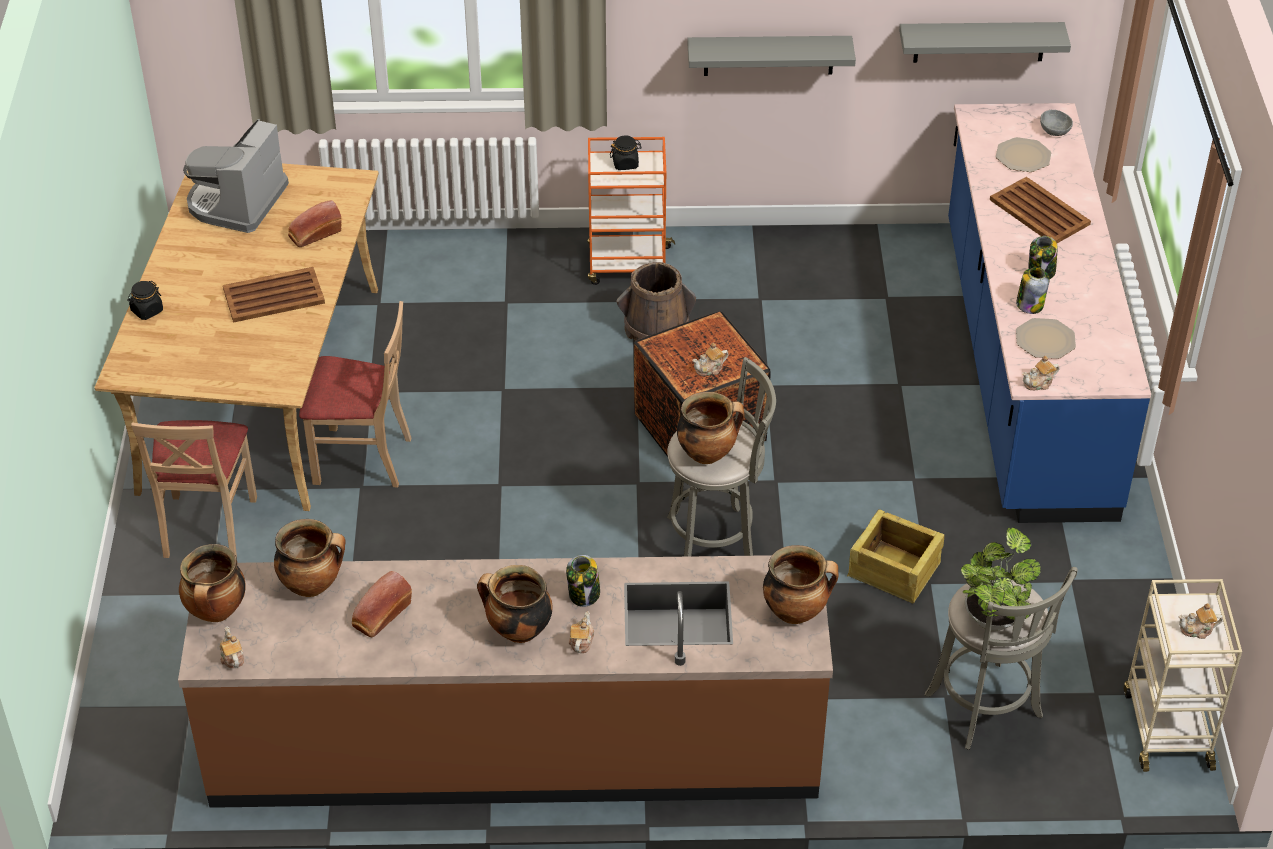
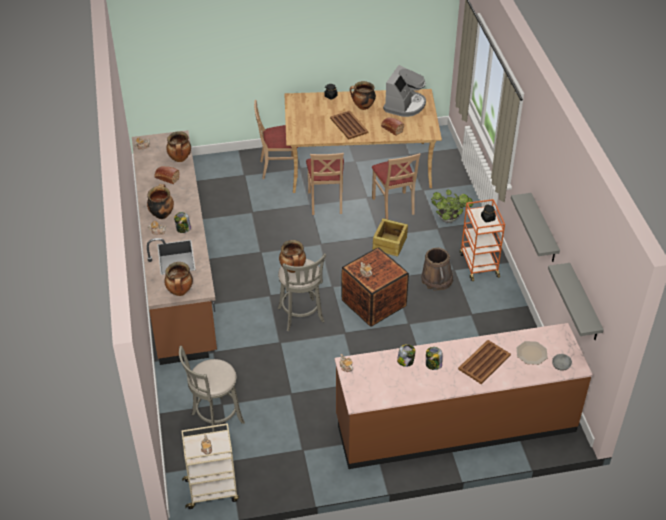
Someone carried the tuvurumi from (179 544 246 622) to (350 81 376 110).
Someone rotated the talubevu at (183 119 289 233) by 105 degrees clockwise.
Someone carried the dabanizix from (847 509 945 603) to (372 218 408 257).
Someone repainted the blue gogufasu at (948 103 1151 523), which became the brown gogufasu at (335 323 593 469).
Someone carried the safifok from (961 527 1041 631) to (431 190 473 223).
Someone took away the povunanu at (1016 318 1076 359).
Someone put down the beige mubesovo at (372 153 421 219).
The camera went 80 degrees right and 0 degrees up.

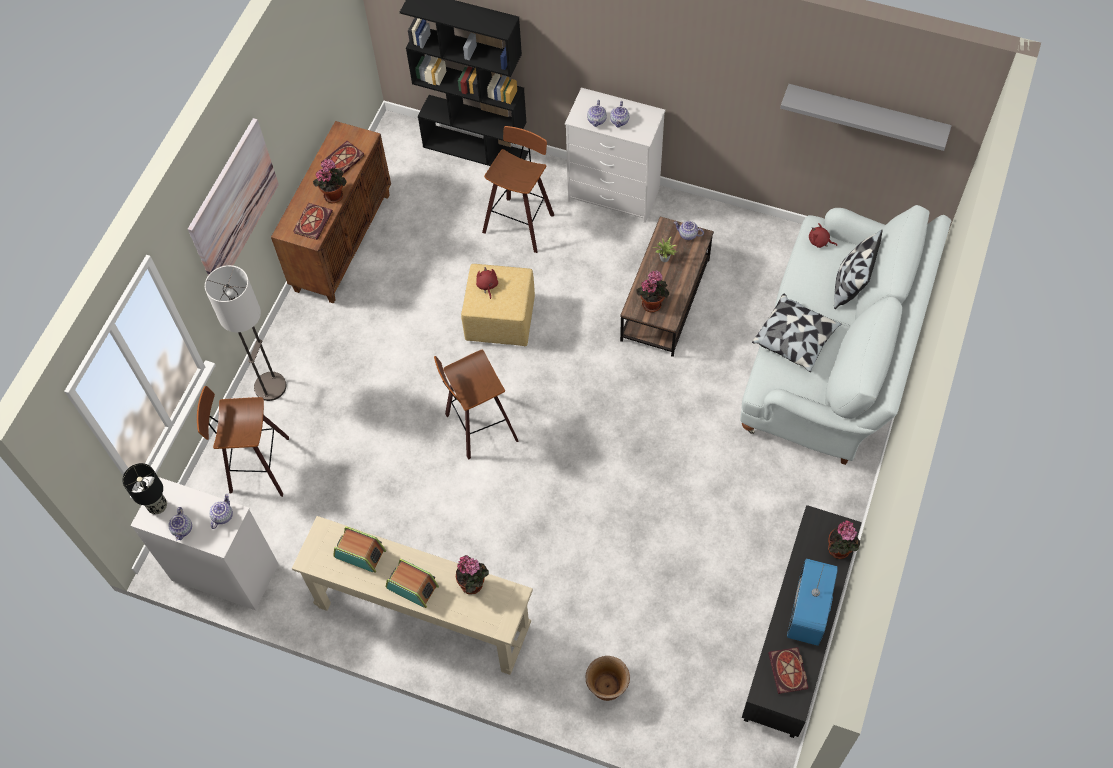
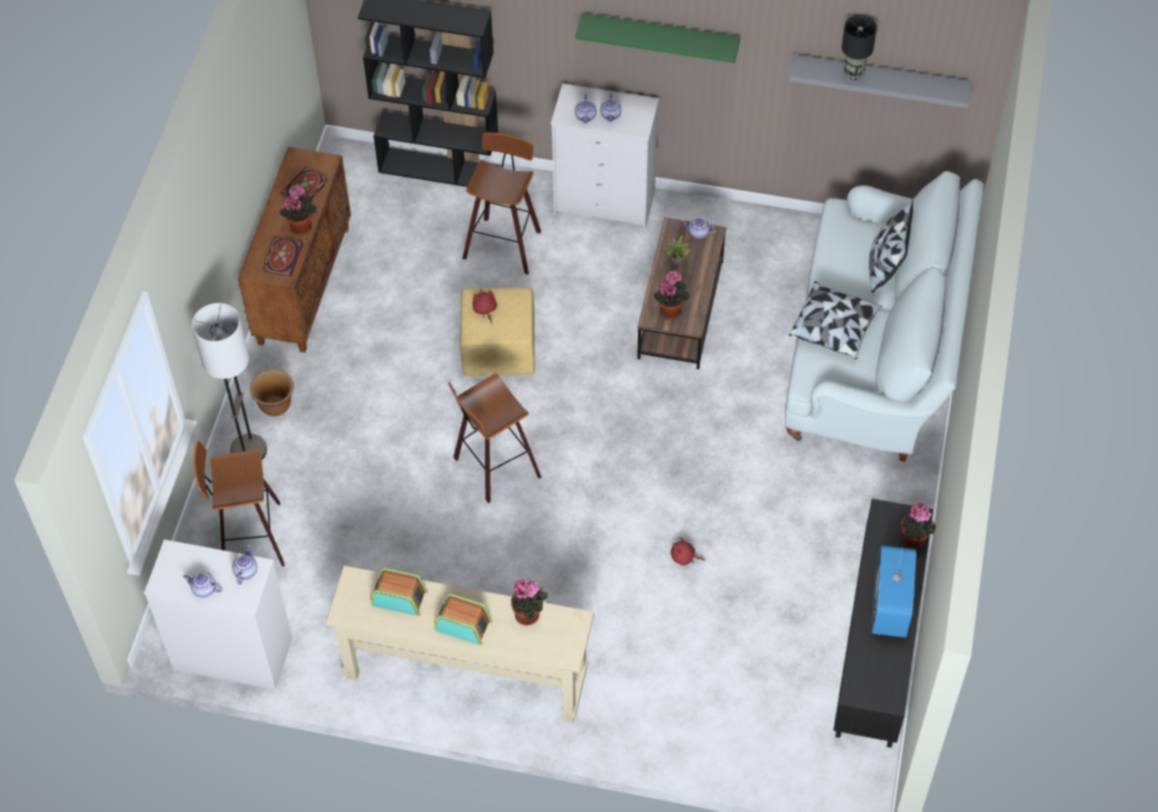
Someone carried the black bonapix from (122 463 167 514) to (842 15 877 80).
Someone rotated the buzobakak at (168 507 192 540) by 120 degrees clockwise.
Someone took away the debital at (188 118 279 275).
Someone carried the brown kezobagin from (585 656 630 701) to (250 369 294 417).
Someone took away the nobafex at (768 647 808 694).
Someone carried the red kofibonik from (809 223 837 248) to (671 538 705 566).
Someone put up the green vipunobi at (575 13 740 63).
The camera went 10 degrees left and 5 degrees down.

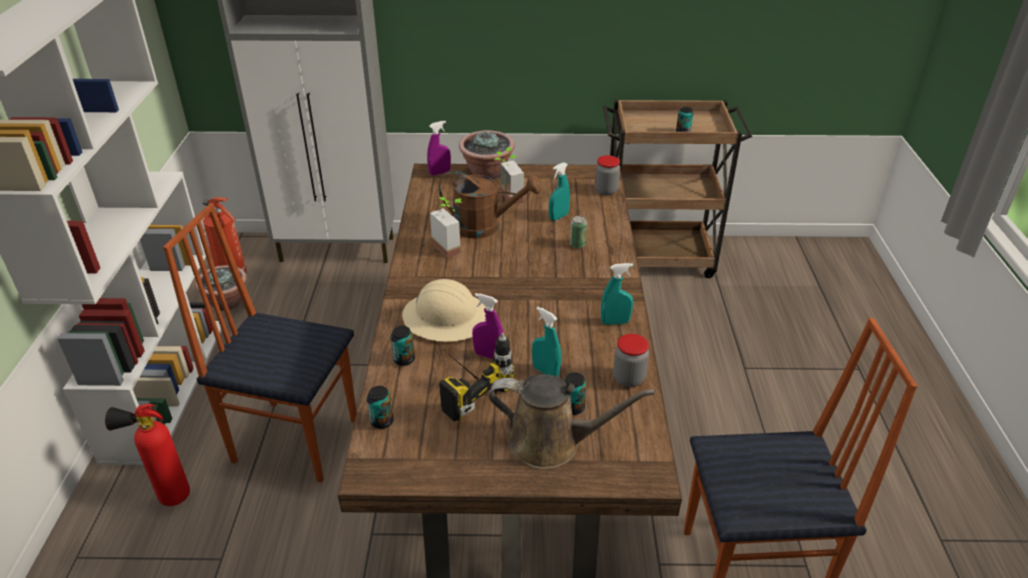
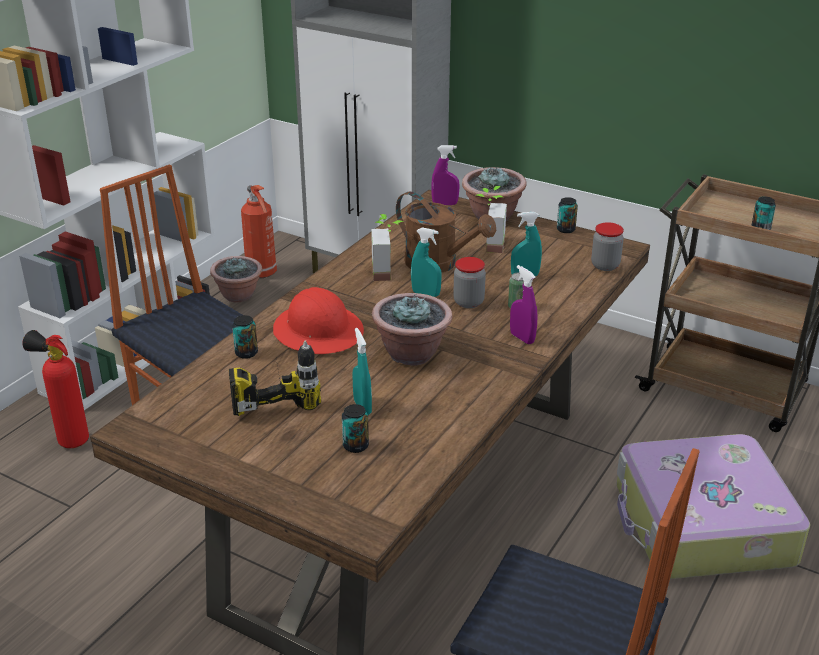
Someone carried the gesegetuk from (367 386 394 429) to (557 197 578 233).
Someone repainted the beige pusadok at (402 279 486 342), which became the red pusadok at (273 287 364 354).
Someone carried the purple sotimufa from (472 293 503 359) to (510 265 537 344).
Someone took away the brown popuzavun at (488 374 655 469).
Someone carried the turquoise sotimufa from (601 263 633 325) to (411 228 442 297).
Someone carried the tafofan from (613 334 649 387) to (453 257 486 308).
Someone put down the safifok at (372 293 453 366).
Someone put down the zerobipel at (616 434 810 579).
The camera went 30 degrees right and 5 degrees down.

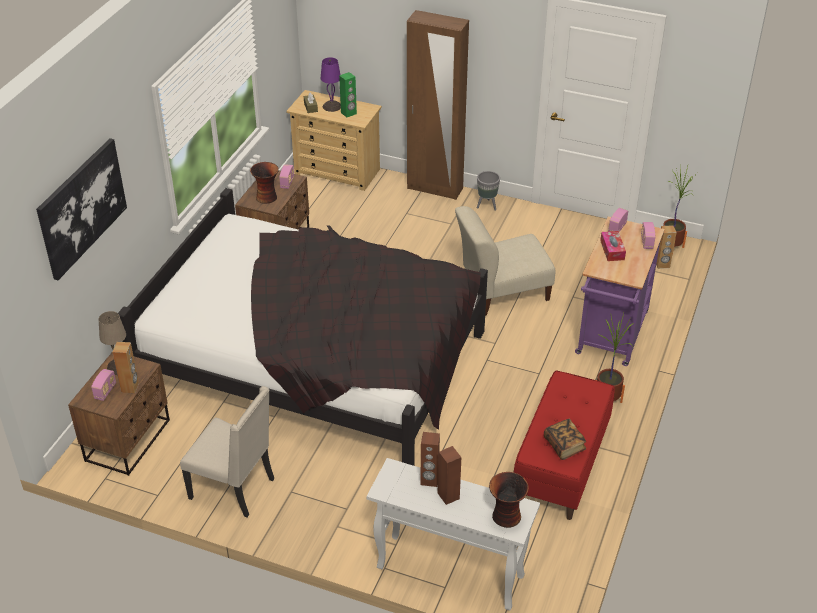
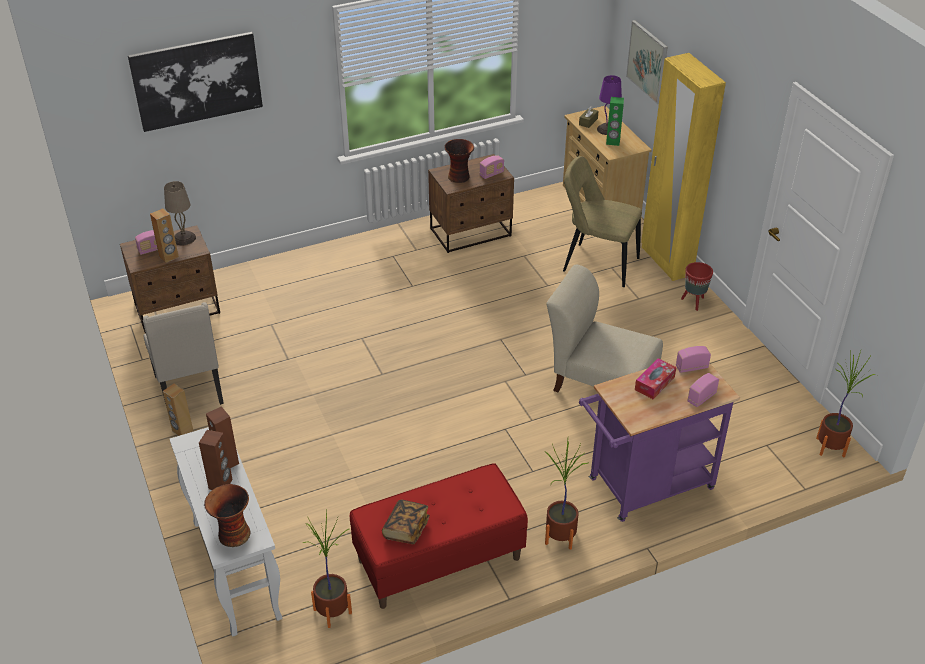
Someone took away the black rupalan at (118 188 488 466).
Someone repainted the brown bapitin at (407 10 469 200), which became the yellow bapitin at (641 53 726 281).
Someone repainted the grey kezobagin at (477 171 500 210), which became the red kezobagin at (681 262 713 311).
Someone carried the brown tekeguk from (656 225 677 269) to (163 383 193 436).
Someone put down the safifok at (302 511 352 628).
Someone put down the beige mubesovo at (563 156 642 287).
Someone put up the debital at (626 20 668 104).
The camera went 45 degrees right and 0 degrees up.

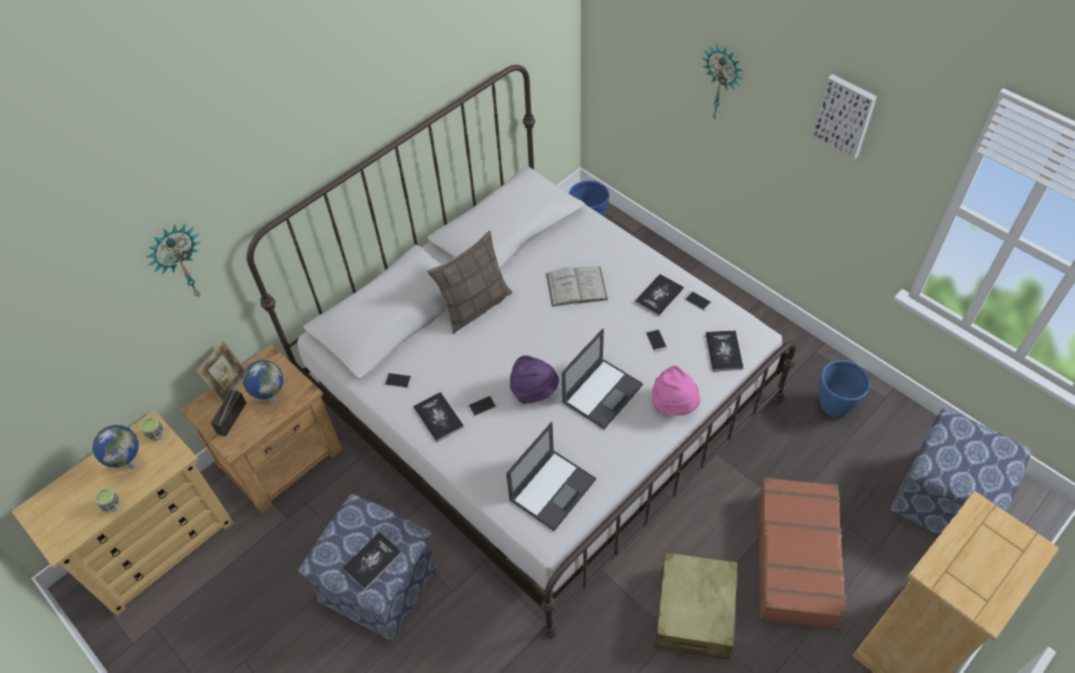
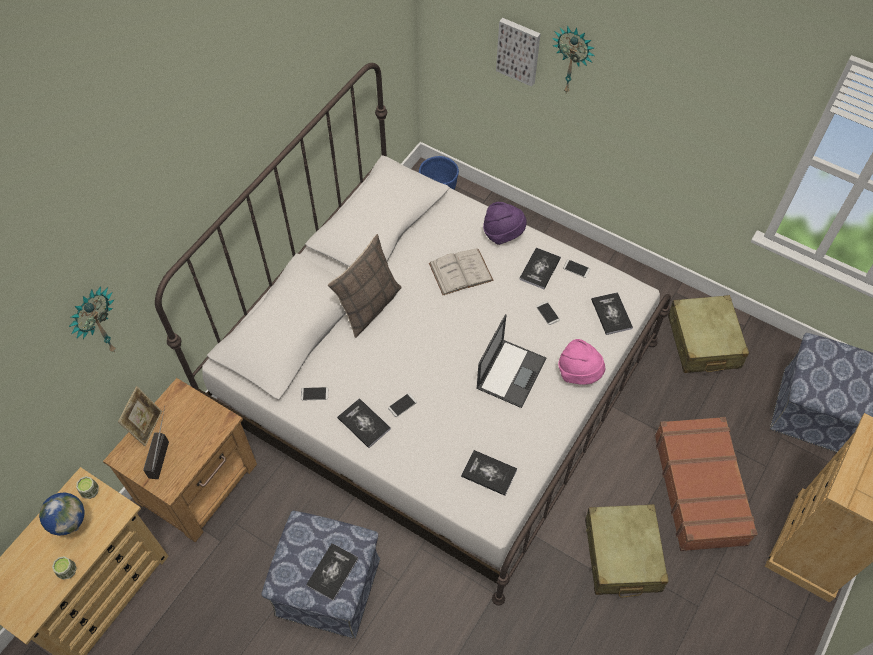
Someone took away the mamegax at (243 360 283 403).
Someone swapped the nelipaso at (506 422 596 531) for the nobafex at (461 450 517 496).
Someone carried the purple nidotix from (510 355 559 404) to (483 202 527 245).
Someone carried the debital from (812 74 877 160) to (496 18 541 87).
Someone swapped the blue kezobagin at (819 360 870 417) for the beige zerobipel at (668 295 749 373).
The camera went 15 degrees left and 5 degrees up.

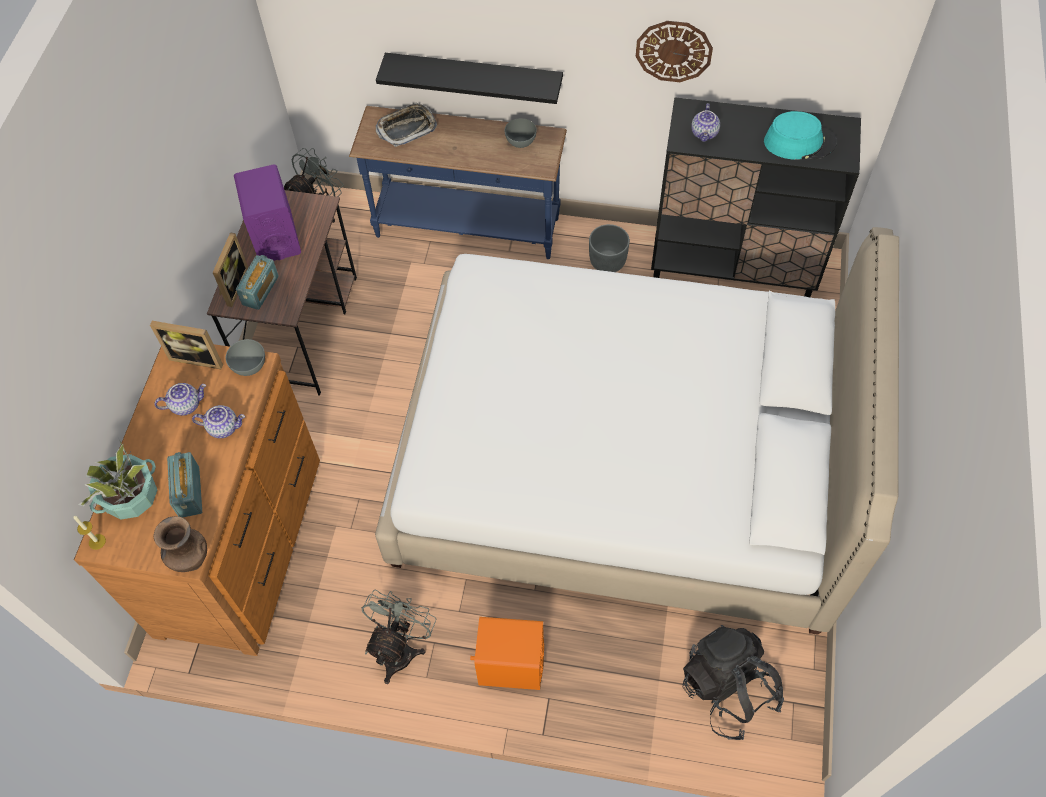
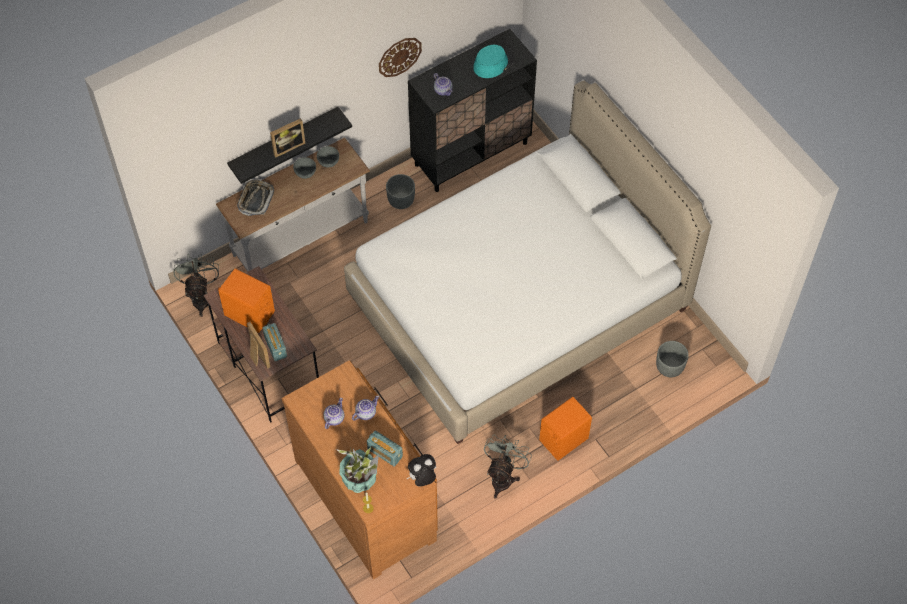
Someone carried the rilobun from (150 321 223 369) to (270 118 306 158).
Someone swapped the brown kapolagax at (154 516 207 572) for the kofibonik at (406 454 436 486).
Someone carried the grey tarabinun from (226 339 265 376) to (293 157 316 179).
Someone repainted the purple tekeguk at (234 164 301 261), which became the orange tekeguk at (218 268 275 333).
Someone repainted the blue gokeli at (349 106 567 259), which became the white gokeli at (216 138 370 272).
Someone rotated the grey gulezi at (361 590 437 684) by 45 degrees clockwise.
Someone swapped the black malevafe at (682 625 784 740) for the grey kezobagin at (656 341 689 377).
The camera went 45 degrees left and 0 degrees up.

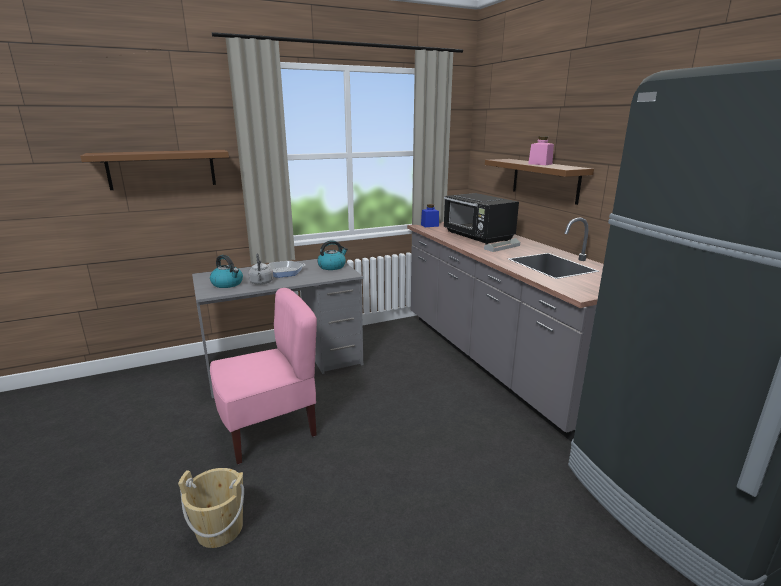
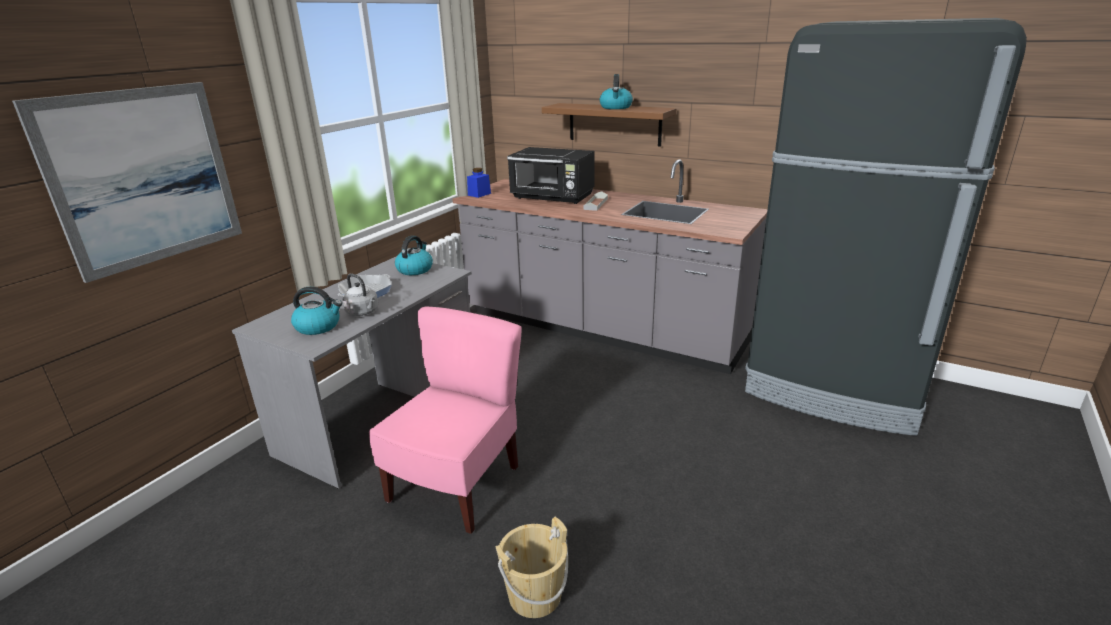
Someone swapped the brown vipunobi at (80 150 229 190) for the debital at (12 82 242 283).
Someone swapped the pink tafofan at (528 136 554 165) for the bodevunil at (600 74 633 109).
The camera went 35 degrees left and 5 degrees up.

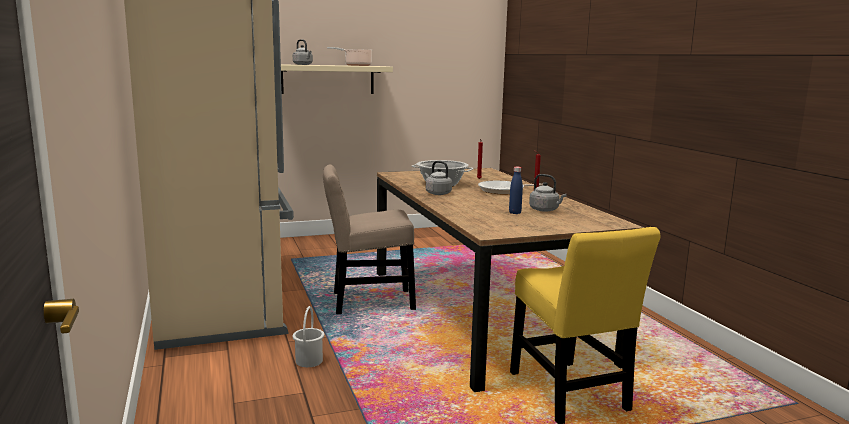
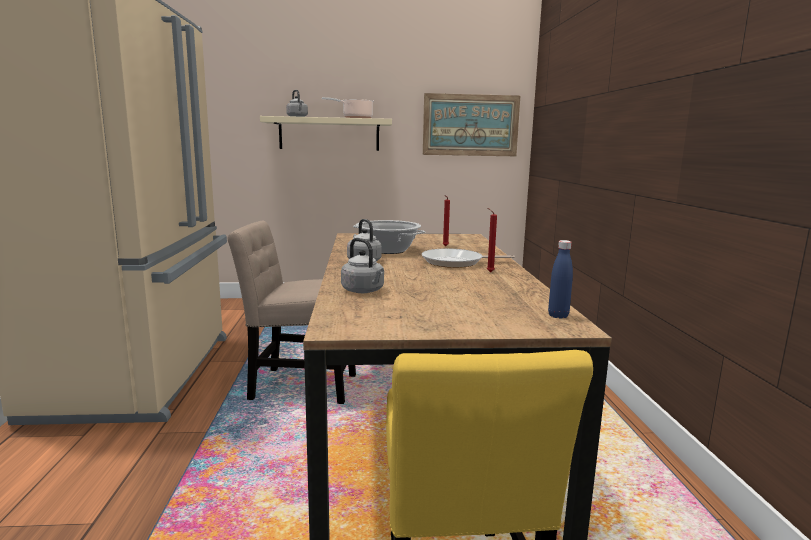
Someone took away the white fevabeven at (293 306 325 367).
Someone carried the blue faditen from (509 167 523 214) to (548 240 573 319).
Someone carried the grey bodevunil from (529 174 567 212) to (341 238 384 293).
Someone put up the debital at (423 93 520 156).
The camera went 15 degrees right and 0 degrees up.

